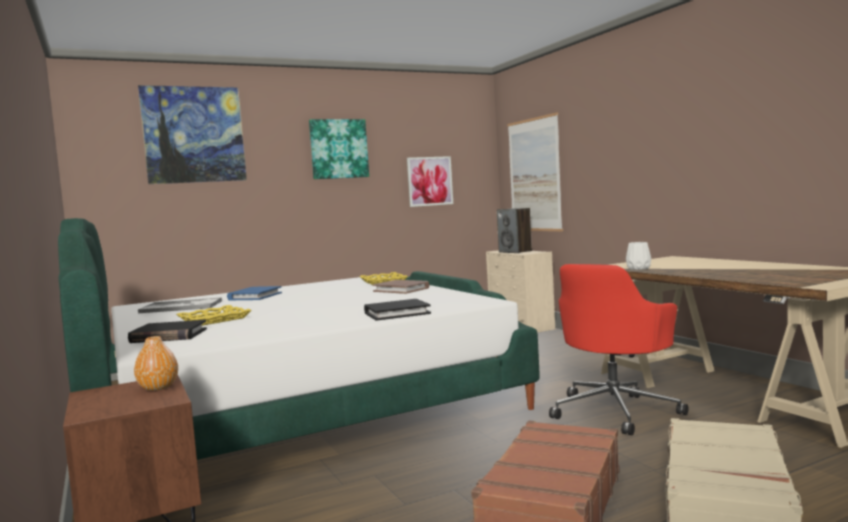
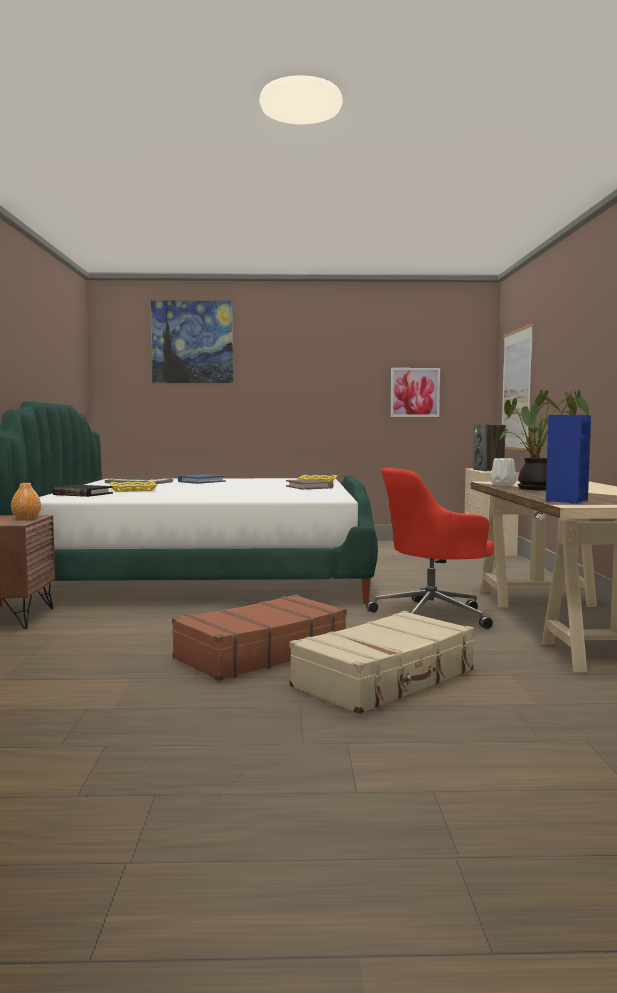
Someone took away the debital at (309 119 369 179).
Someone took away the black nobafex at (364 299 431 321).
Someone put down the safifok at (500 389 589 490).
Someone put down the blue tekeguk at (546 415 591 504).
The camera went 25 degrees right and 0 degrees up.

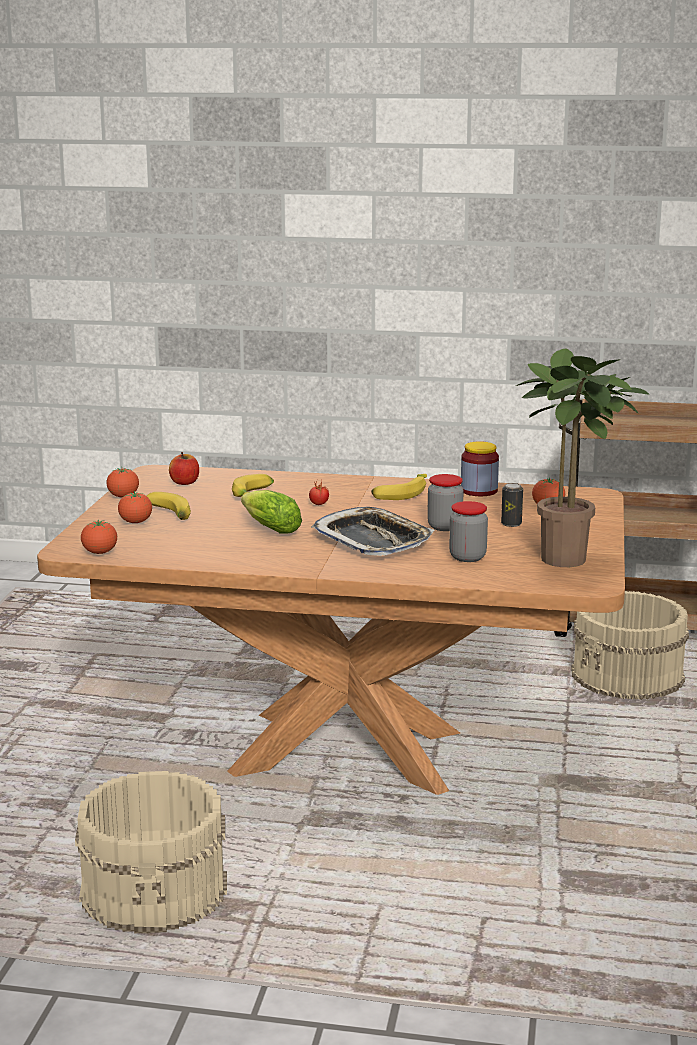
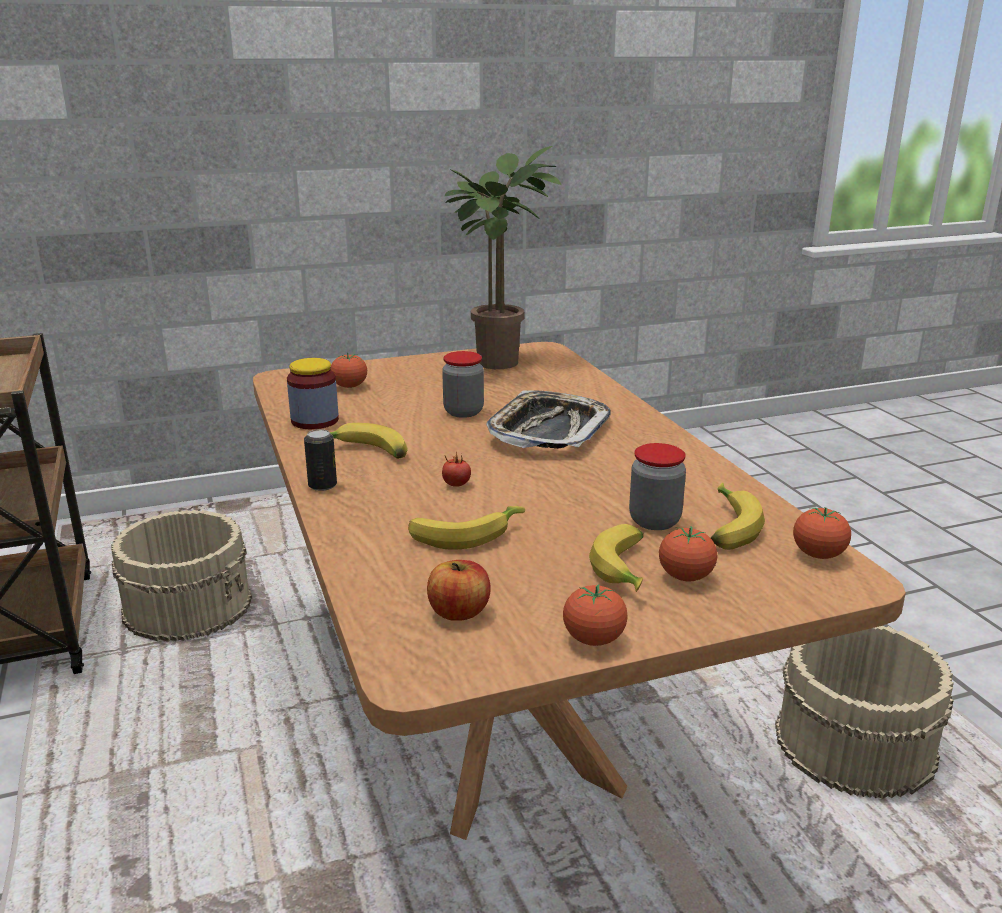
Someone took away the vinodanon at (241 490 302 534).
Someone carried the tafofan from (449 501 488 562) to (629 443 686 530).
Someone carried the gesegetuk from (501 483 523 527) to (304 429 337 491).
Someone put down the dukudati at (711 482 765 550).
The camera went 120 degrees left and 5 degrees up.

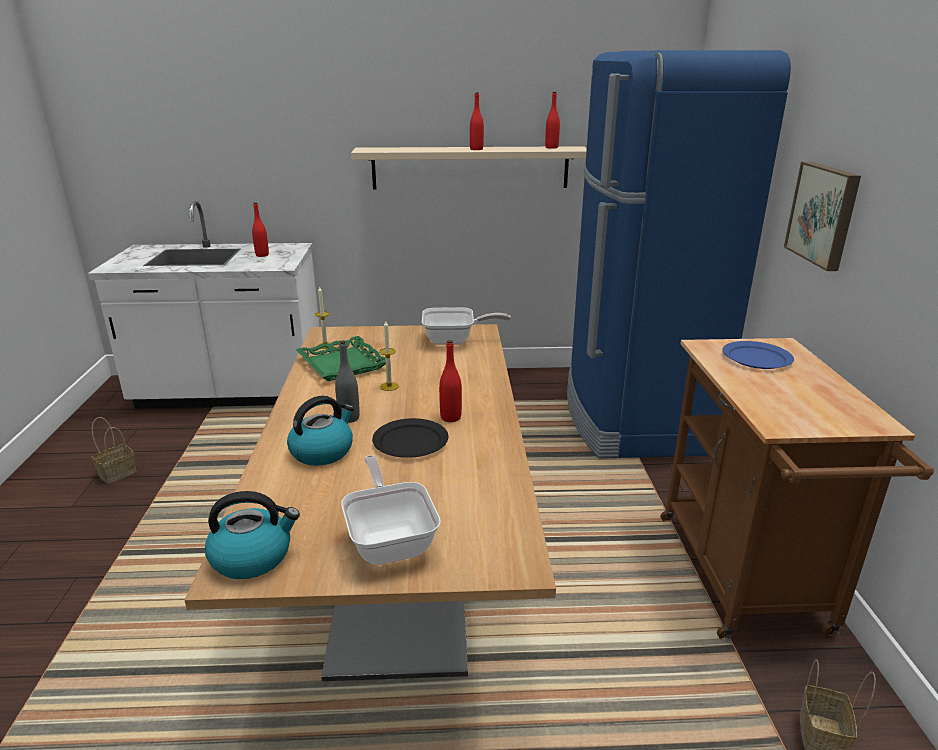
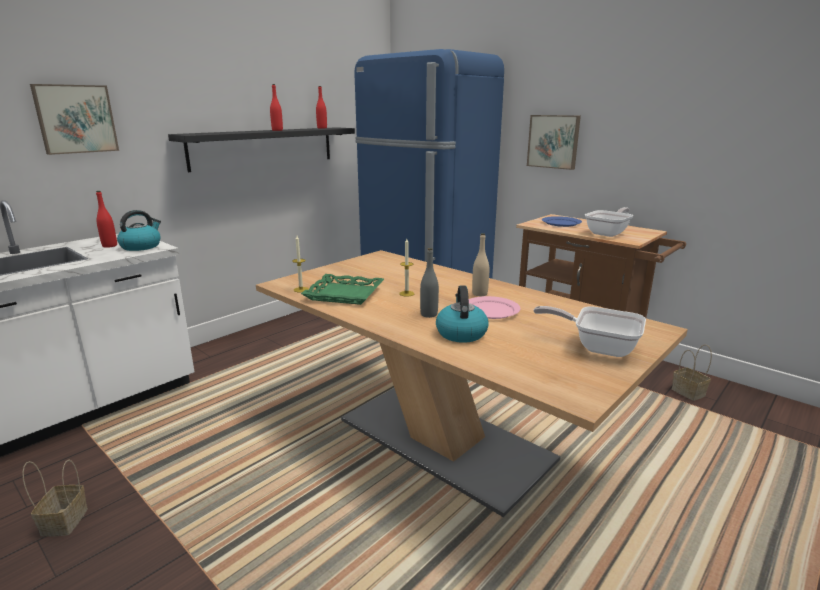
Someone carried the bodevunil from (205 491 300 579) to (117 210 161 251).
Someone repainted the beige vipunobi at (351 146 587 190), which became the black vipunobi at (168 127 355 172).
Someone repainted the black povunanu at (372 418 449 458), which became the pink povunanu at (469 296 521 319).
Someone carried the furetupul from (422 307 511 345) to (585 207 633 237).
Someone repainted the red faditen at (439 340 462 422), which became the beige faditen at (472 233 489 296).
Someone put up the debital at (30 84 119 155).
The camera went 45 degrees left and 5 degrees down.

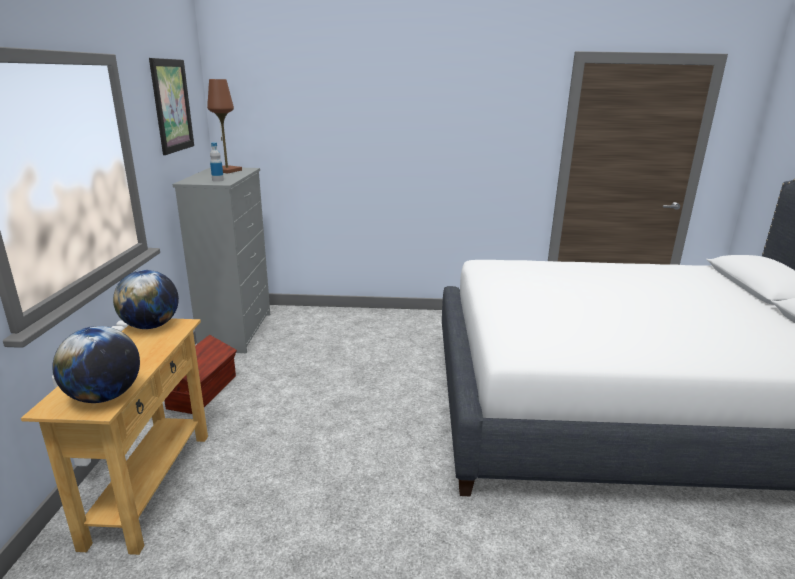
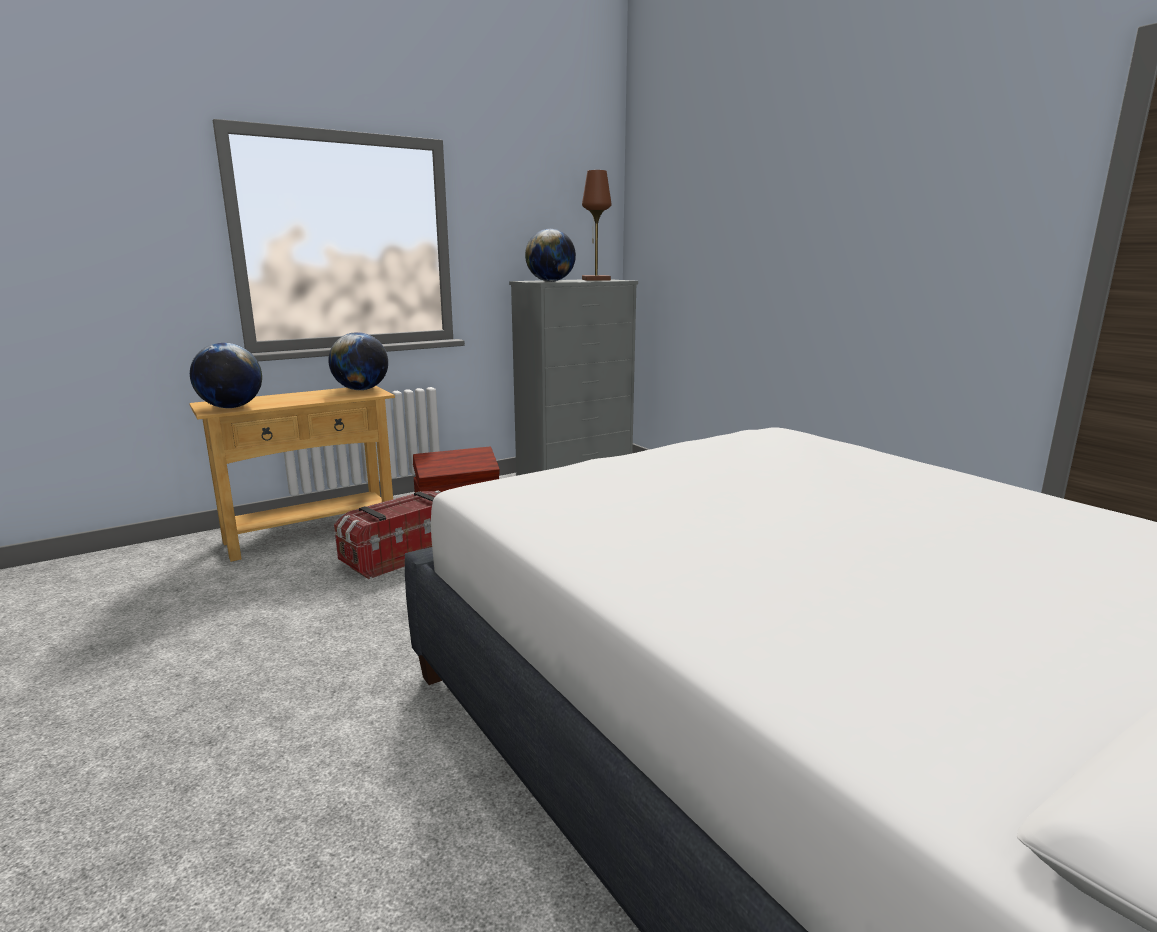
Someone took away the debital at (149 58 194 155).
Someone swapped the faditen at (210 142 224 182) for the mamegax at (525 229 576 282).
Someone put down the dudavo at (334 490 441 579).
The camera went 55 degrees right and 5 degrees down.

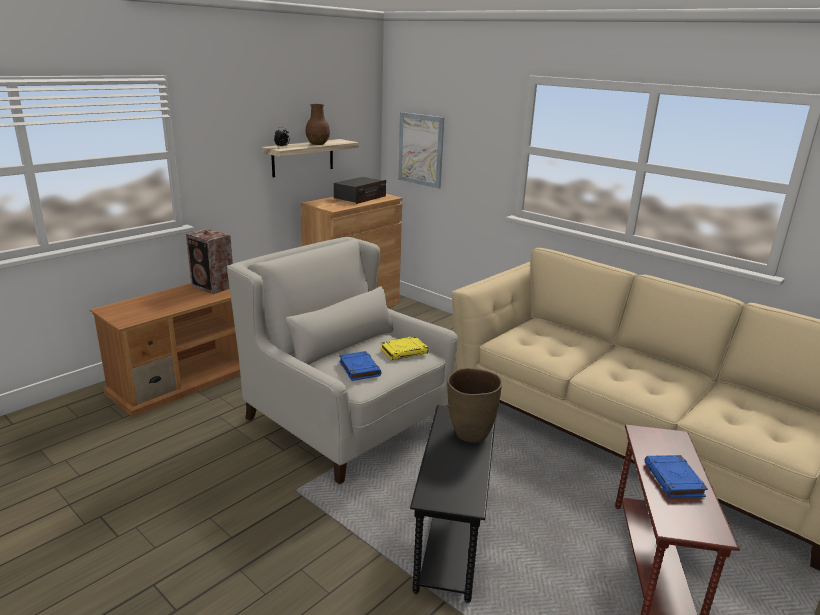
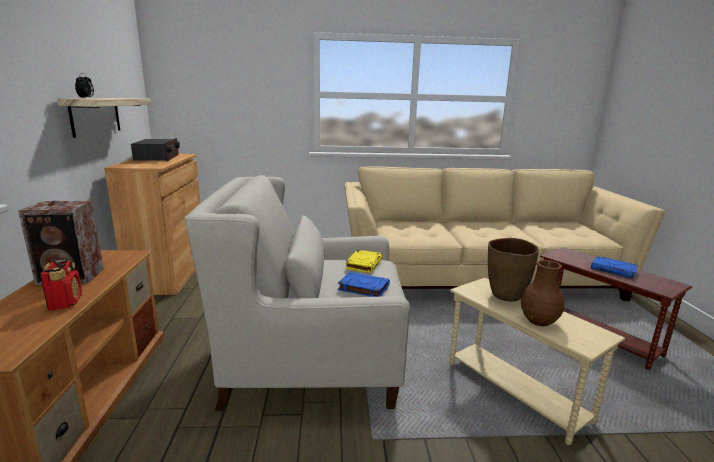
Someone carried the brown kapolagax from (305 104 330 145) to (521 260 564 326).
Someone took away the debital at (398 112 444 188).
Someone repainted the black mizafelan at (410 405 496 603), which became the beige mizafelan at (449 278 625 446).
Someone put down the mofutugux at (40 258 82 311).
The camera went 45 degrees left and 5 degrees down.

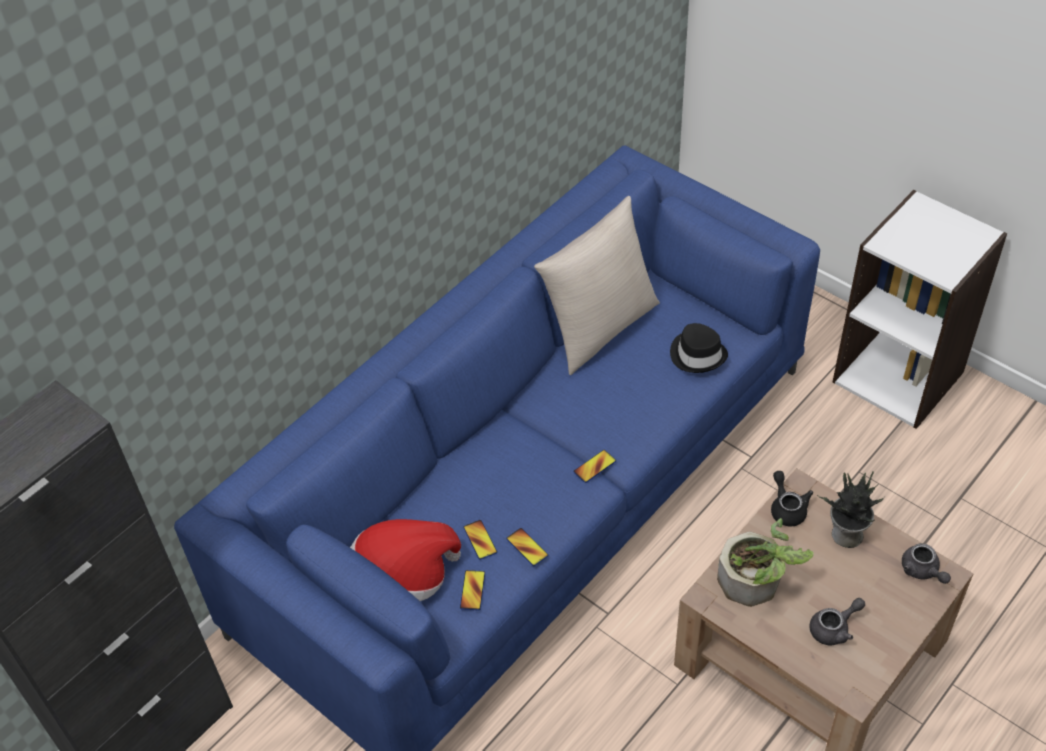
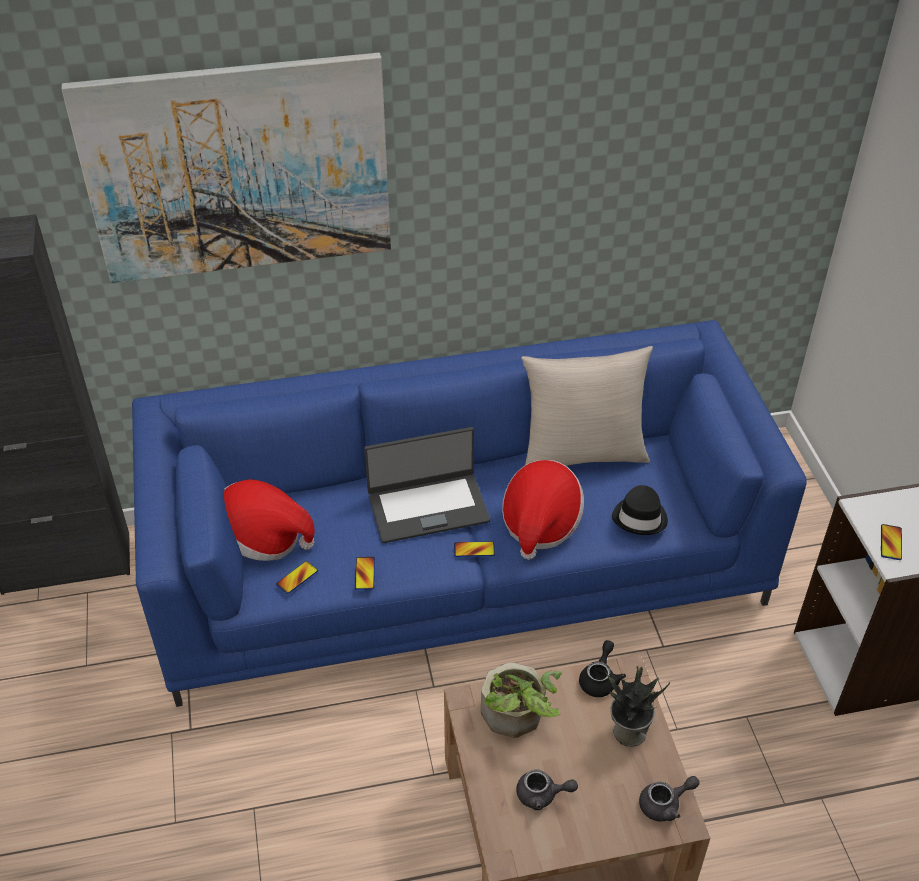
Someone carried the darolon from (463 520 497 560) to (881 524 902 560).
Someone rotated the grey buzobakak at (902 543 951 584) by 120 degrees counterclockwise.
Someone put up the debital at (61 53 391 283).
Someone put down the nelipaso at (364 427 490 543).
Someone put down the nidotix at (502 460 584 560).
The camera went 35 degrees right and 5 degrees down.

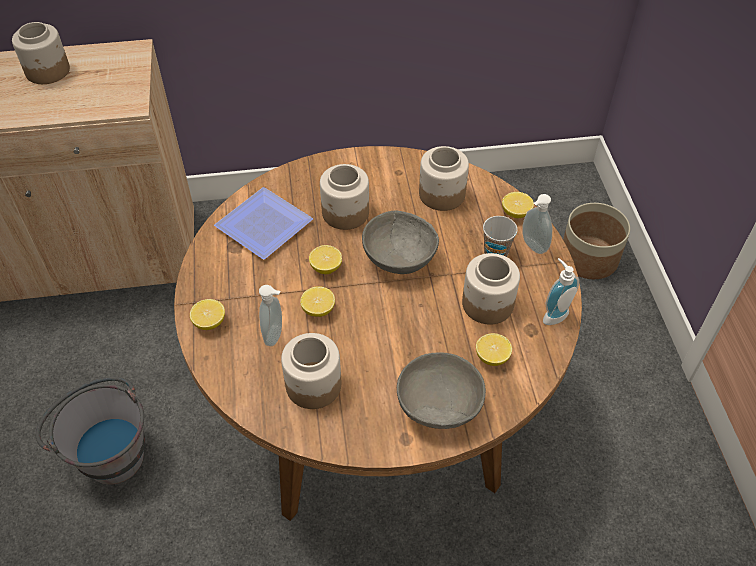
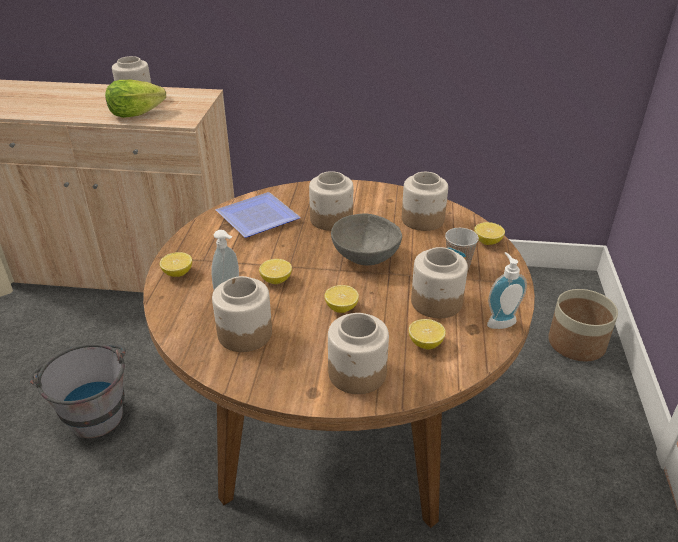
Someone carried the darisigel from (309 245 342 274) to (325 285 359 313).
Someone swapped the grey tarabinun at (397 352 486 429) for the tafofan at (328 313 389 394).
Someone took away the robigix at (523 194 552 254).
Someone put down the vinodanon at (105 80 166 118).
The camera went 15 degrees right and 15 degrees down.

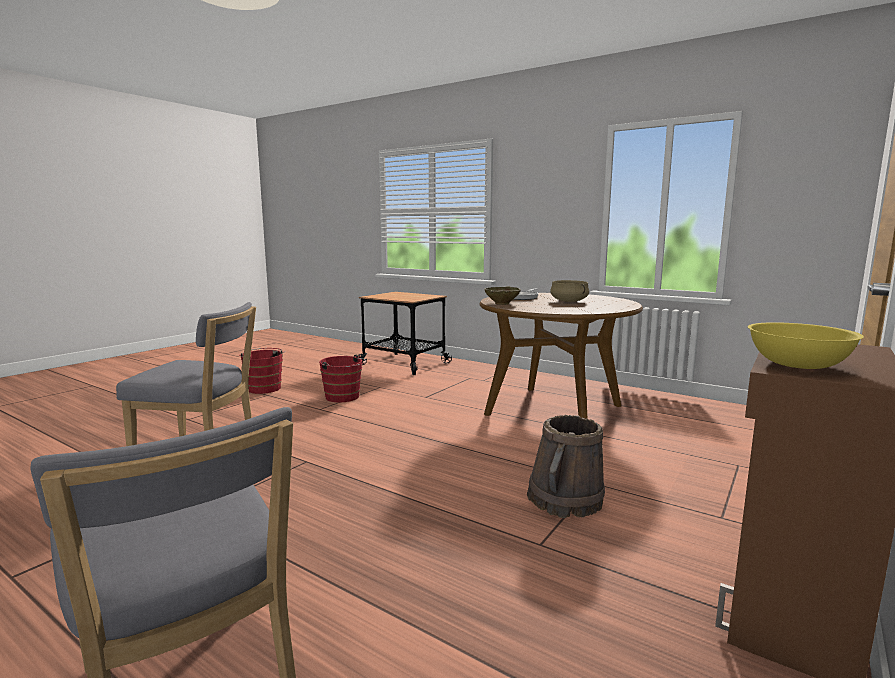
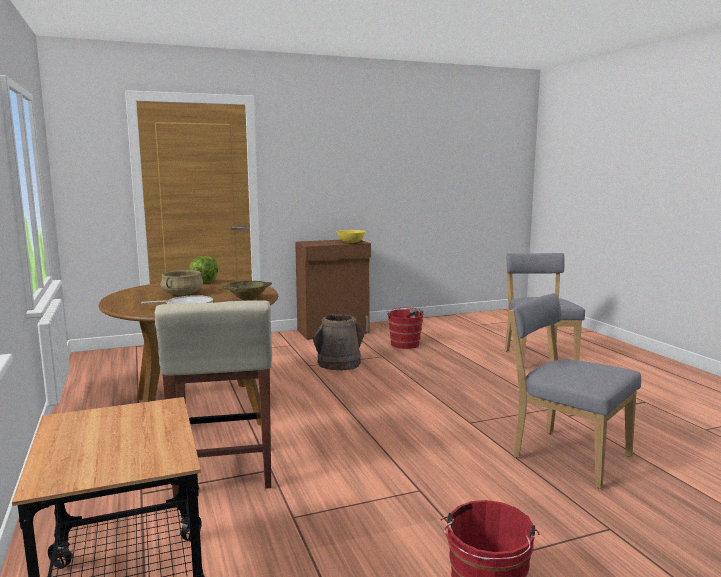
Someone carried the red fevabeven from (319 355 366 403) to (387 307 424 349).
Someone put down the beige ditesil at (155 300 272 497).
Someone put down the vinodanon at (189 256 218 283).
The camera went 145 degrees left and 0 degrees up.

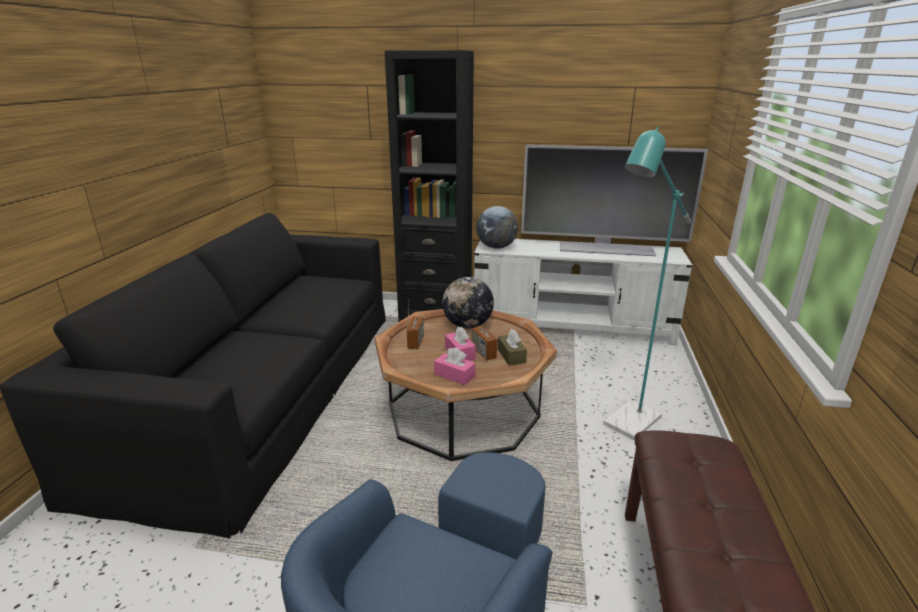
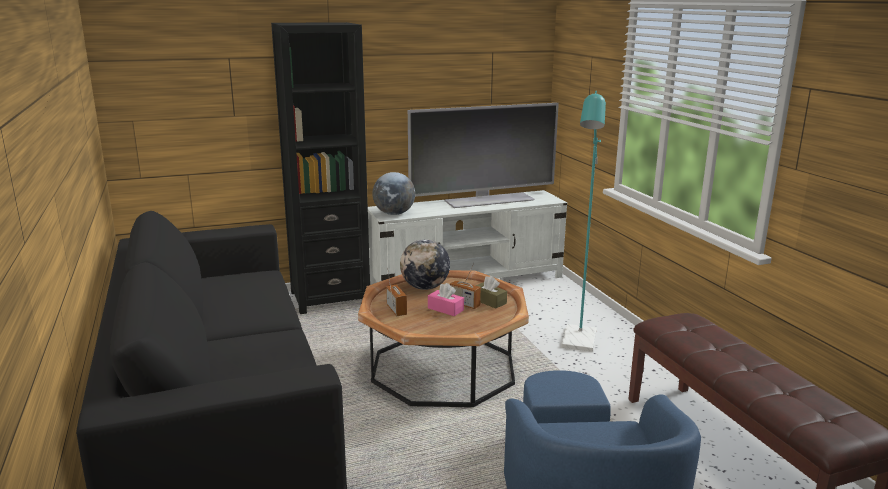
Someone took away the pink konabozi at (434 347 475 385).
The camera went 30 degrees left and 5 degrees down.

